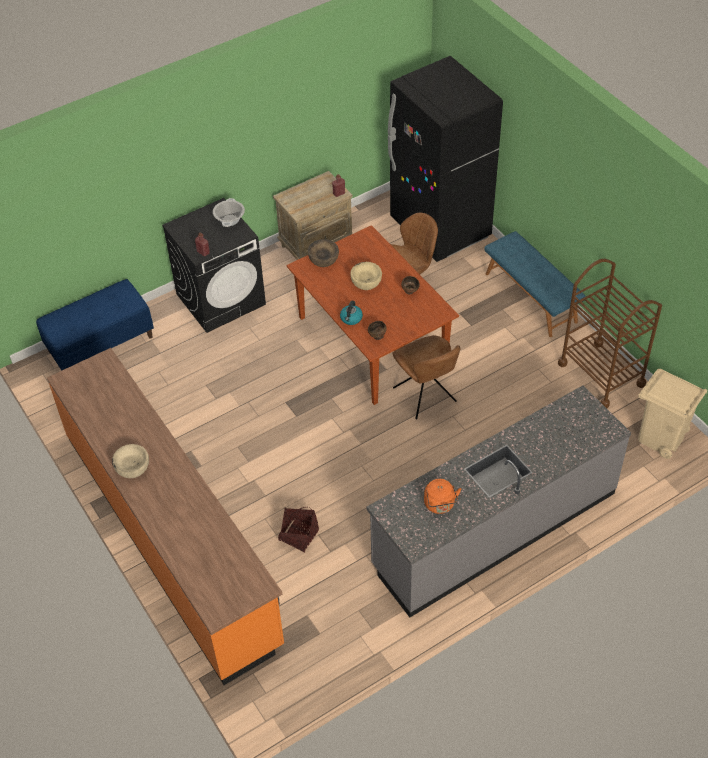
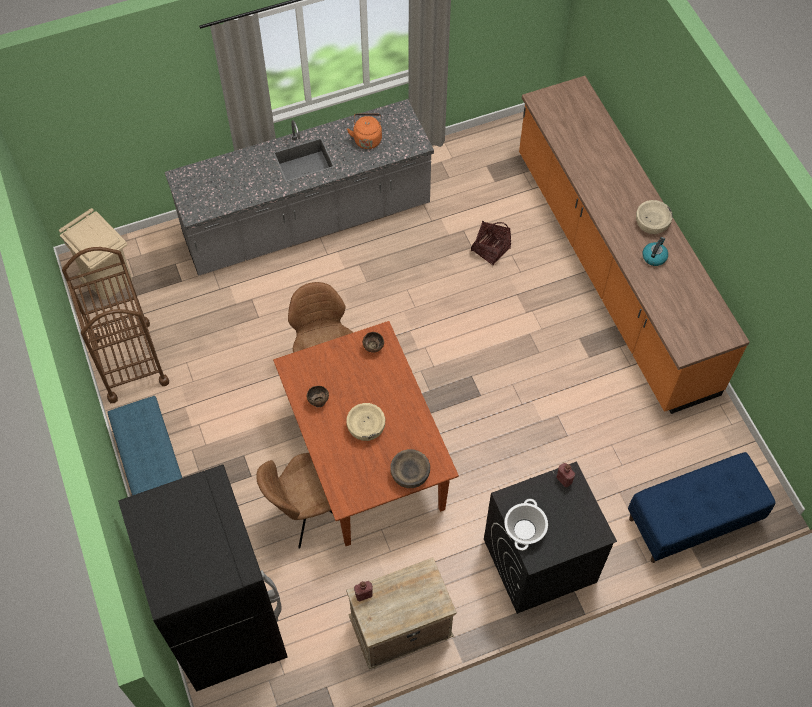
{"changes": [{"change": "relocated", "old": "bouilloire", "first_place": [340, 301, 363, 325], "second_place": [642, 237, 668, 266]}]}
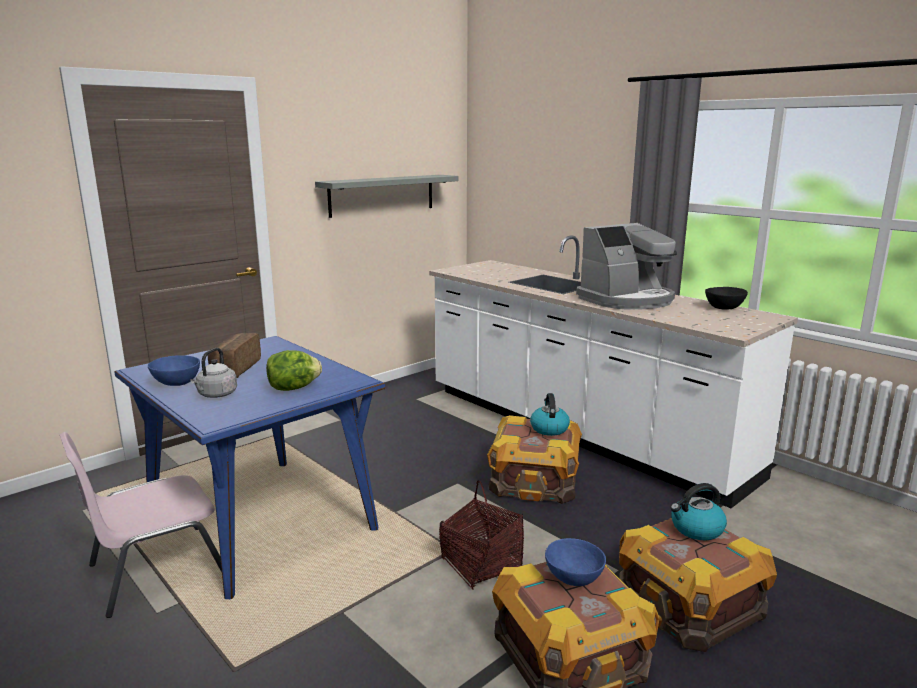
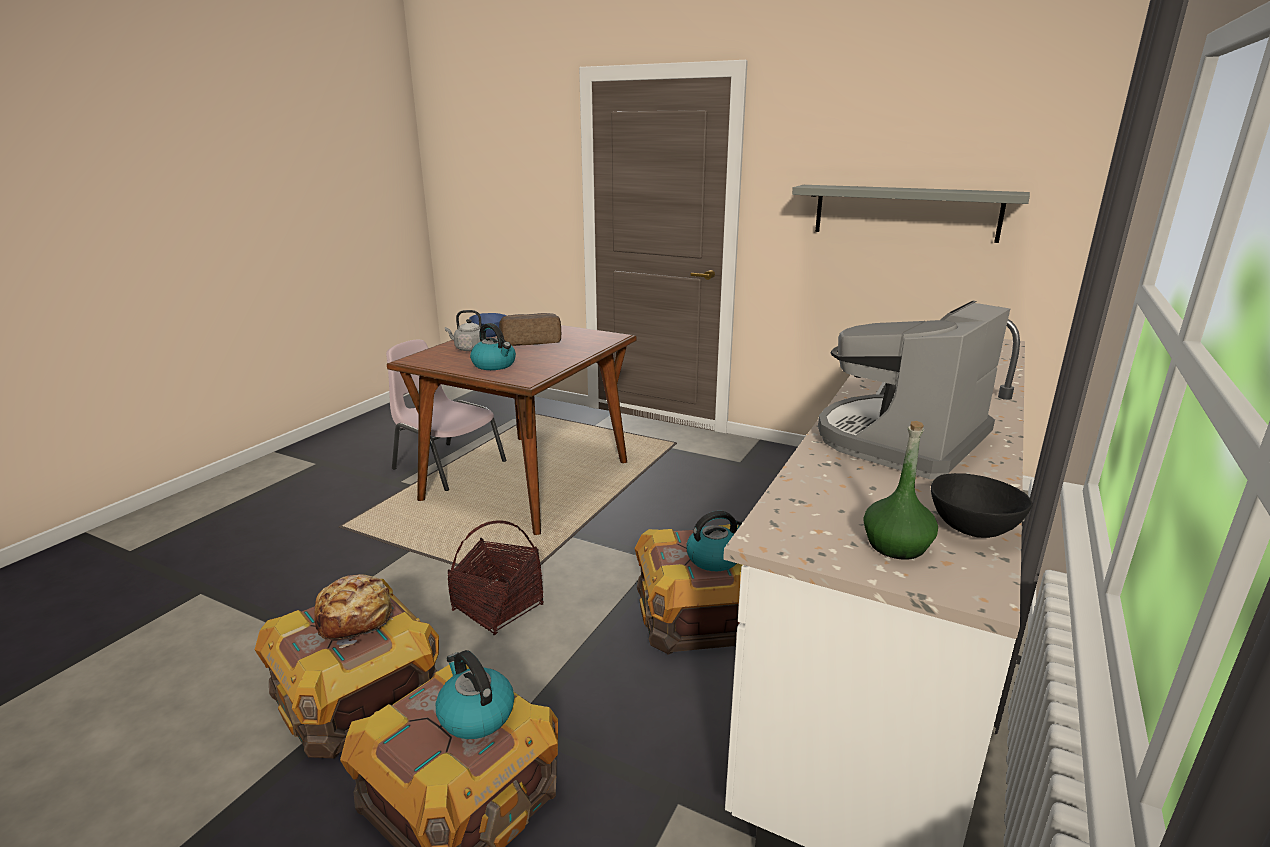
{"changes": [{"change": "spun", "old": "machine à café", "first_place": [576, 223, 677, 310], "second_place": [818, 301, 1010, 479], "degrees": 90}, {"change": "colour", "old": "table à manger [bleu]", "new": "table à manger [marron]", "first_place": [114, 336, 385, 599], "second_place": [387, 325, 636, 535]}, {"change": "exchanged", "old": "laitue", "new": "bouilloire", "first_place": [266, 350, 322, 391], "second_place": [470, 323, 516, 370]}, {"change": "exchanged", "old": "bol [bleu]", "new": "pain", "first_place": [545, 538, 606, 586], "second_place": [314, 574, 393, 648]}, {"change": "appeared", "new": "bouteille [vert]", "second_place": [863, 421, 938, 560]}]}
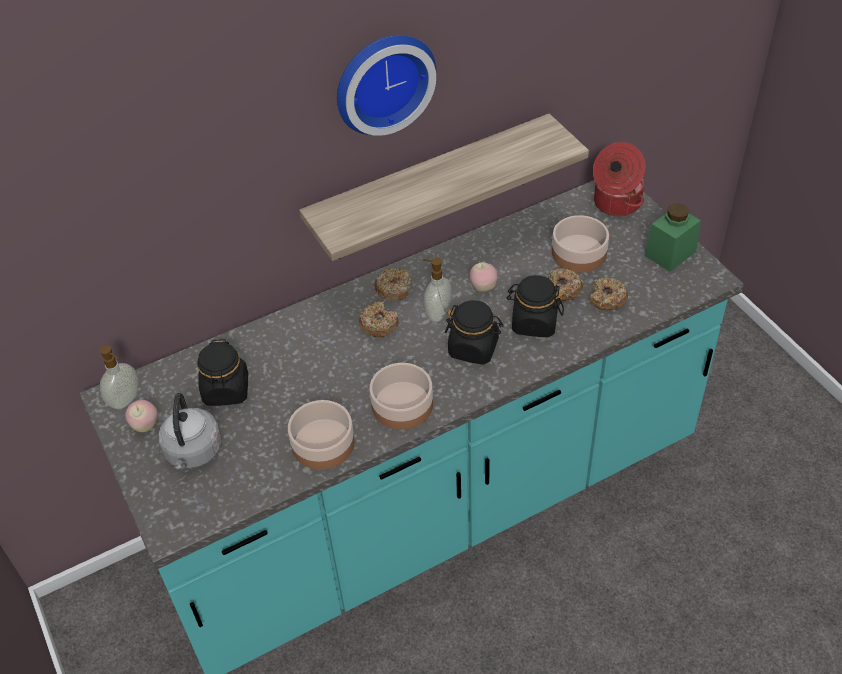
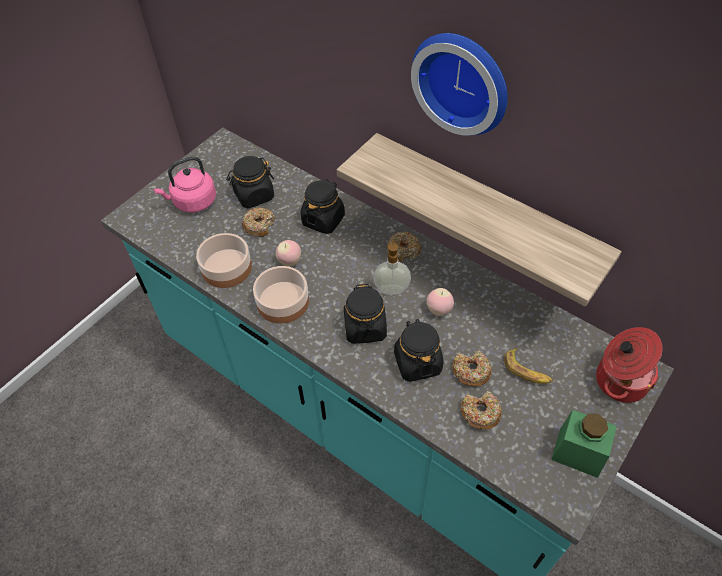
{"changes": [{"change": "exchanged", "old": "bol", "new": "banane", "first_place": [552, 215, 609, 272], "second_place": [504, 348, 553, 384]}, {"change": "relocated", "old": "beignet", "first_place": [359, 301, 399, 337], "second_place": [242, 207, 276, 237]}, {"change": "missing", "old": "distributeur de savon", "first_place": [99, 345, 139, 409]}, {"change": "colour", "old": "bouilloire [gris]", "new": "bouilloire [rose]", "first_place": [158, 393, 222, 469], "second_place": [154, 156, 216, 213]}, {"change": "relocated", "old": "pomme", "first_place": [125, 400, 158, 432], "second_place": [276, 240, 301, 266]}, {"change": "appeared", "new": "bocal [noir]", "second_place": [301, 179, 345, 234]}]}
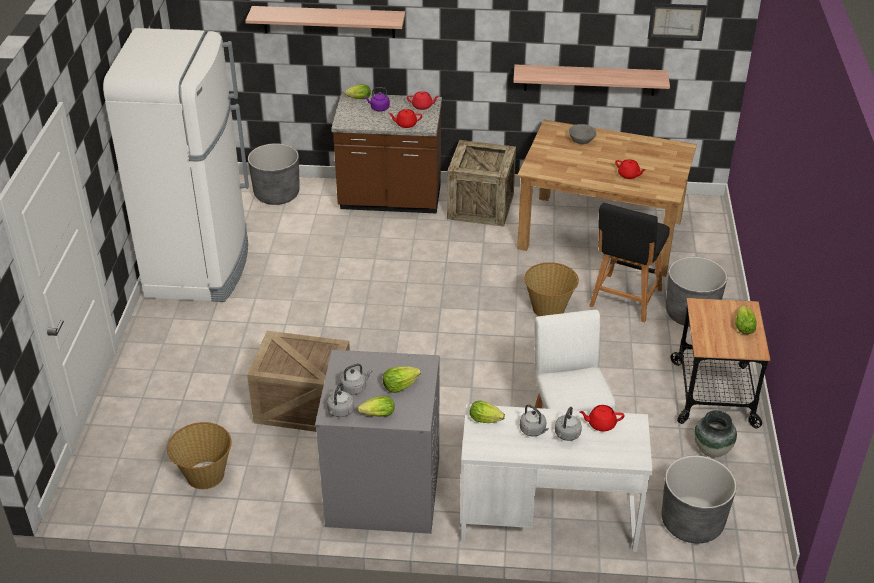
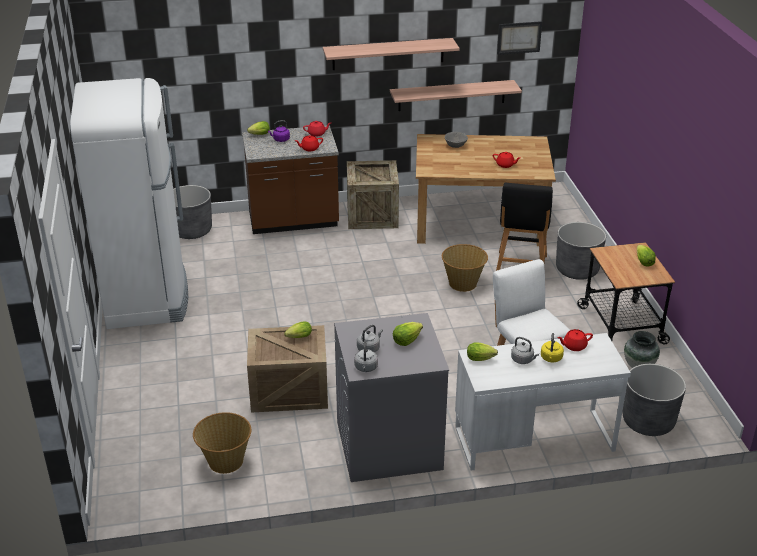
{"changes": [{"change": "relocated", "old": "étagère", "first_place": [245, 6, 405, 38], "second_place": [323, 38, 460, 70]}, {"change": "relocated", "old": "laitue", "first_place": [358, 396, 394, 417], "second_place": [284, 321, 312, 338]}, {"change": "colour", "old": "bouilloire [gris]", "new": "bouilloire [jaune]", "first_place": [555, 407, 582, 441], "second_place": [541, 333, 564, 362]}]}
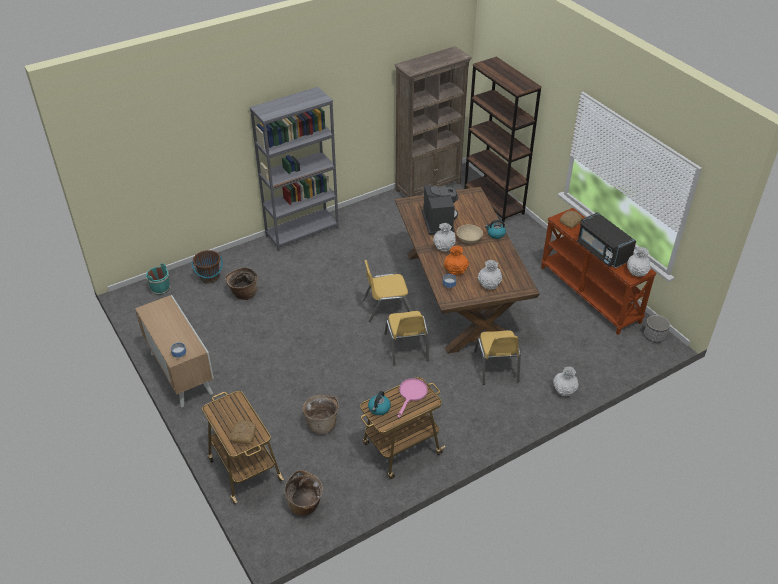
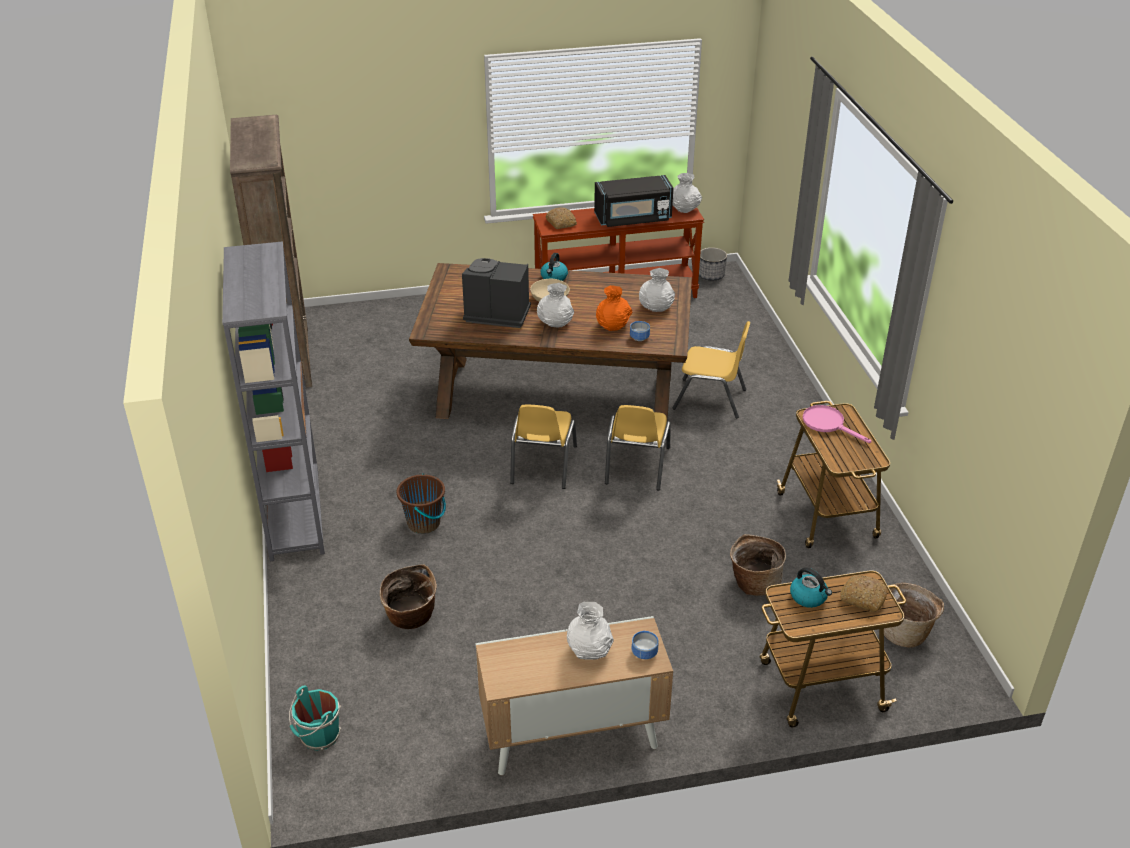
{"changes": [{"change": "missing", "old": "bibliothèque [marron]", "first_place": [464, 56, 542, 222]}, {"change": "relocated", "old": "seau [marron]", "first_place": [191, 250, 223, 284], "second_place": [397, 473, 446, 534]}, {"change": "spun", "old": "chaise [jaune]", "first_place": [385, 311, 429, 366], "second_place": [605, 405, 671, 491], "degrees": 90}, {"change": "relocated", "old": "vase [blanc]", "first_place": [553, 366, 579, 396], "second_place": [567, 602, 614, 660]}, {"change": "relocated", "old": "bouilloire", "first_place": [368, 391, 391, 415], "second_place": [790, 567, 832, 608]}]}
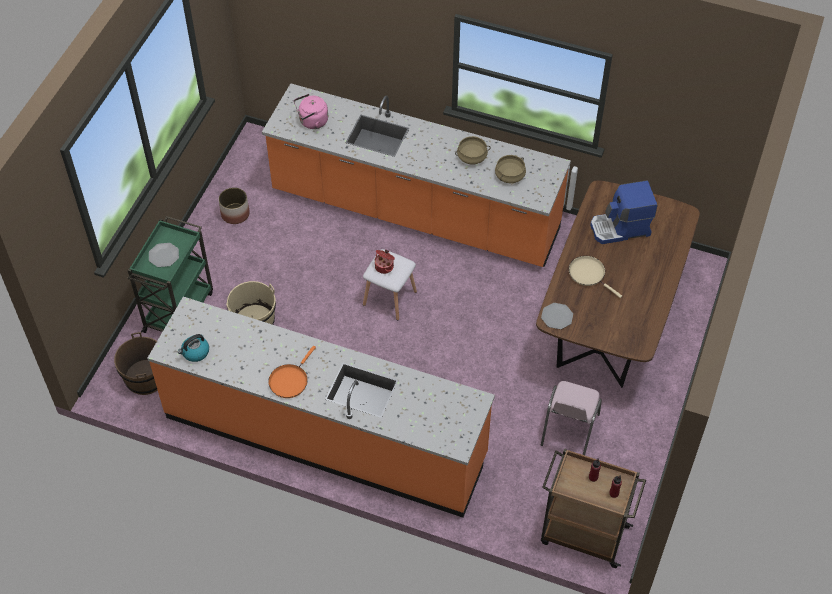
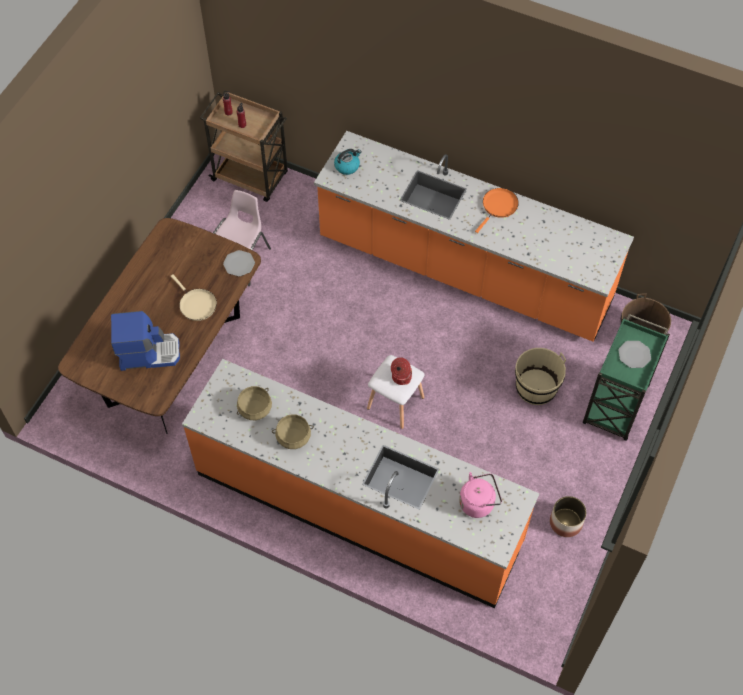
{"changes": [{"change": "relocated", "old": "bouilloire", "first_place": [178, 334, 209, 362], "second_place": [334, 149, 362, 175]}]}
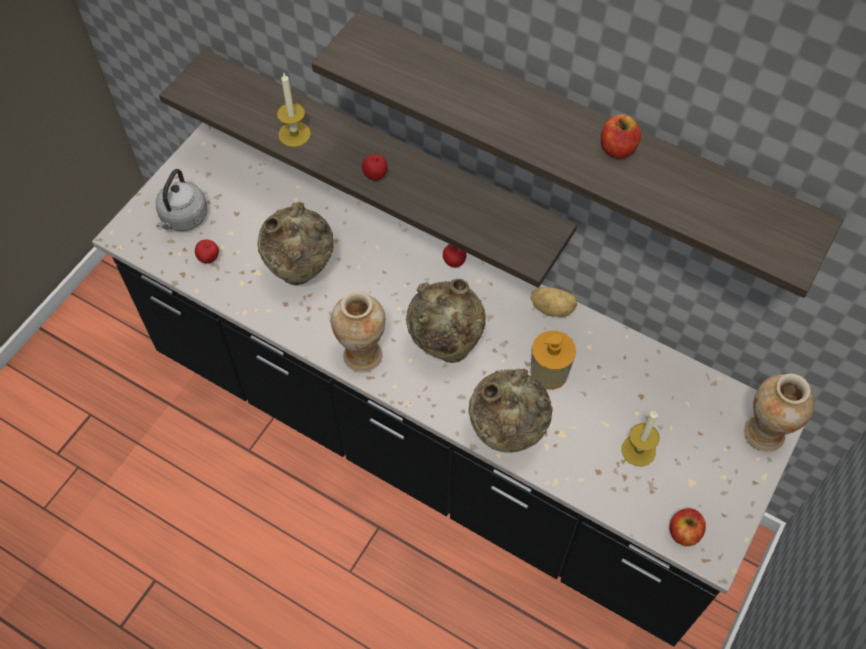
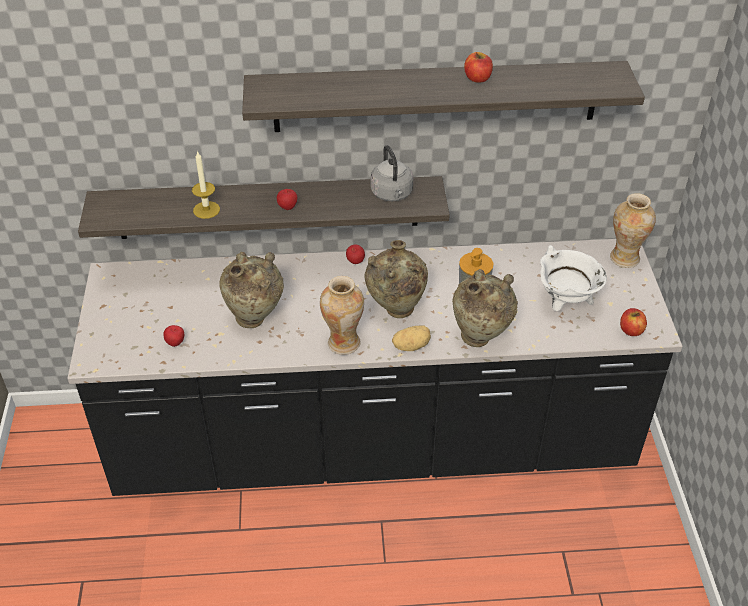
{"changes": [{"change": "relocated", "old": "bouilloire [gris]", "first_place": [156, 169, 208, 231], "second_place": [371, 145, 413, 201]}, {"change": "relocated", "old": "pomme de terre", "first_place": [531, 287, 577, 317], "second_place": [392, 326, 431, 351]}, {"change": "exchanged", "old": "bougie", "new": "marmite [blanc]", "first_place": [622, 410, 660, 466], "second_place": [540, 245, 607, 311]}]}
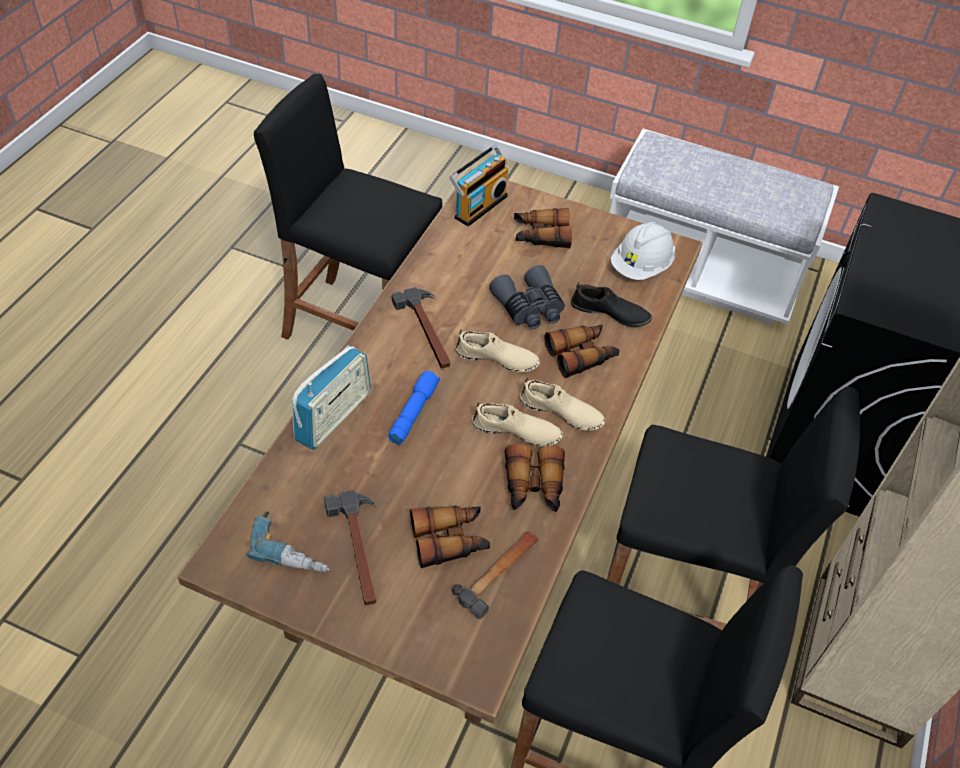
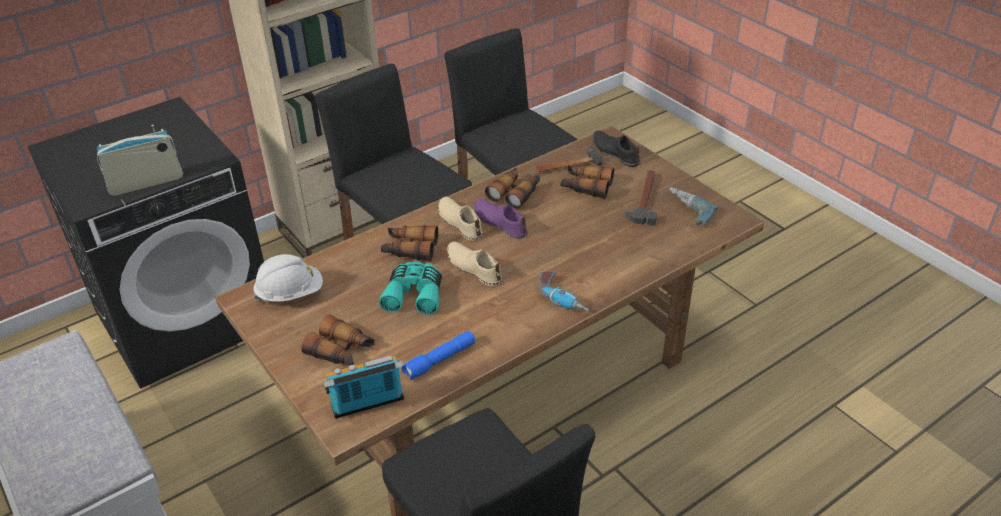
{"changes": [{"change": "colour", "old": "jumelles [gris]", "new": "jumelles [turquoise]", "first_place": [489, 265, 565, 329], "second_place": [379, 261, 442, 315]}, {"change": "relocated", "old": "chaussure [noir]", "first_place": [571, 282, 652, 327], "second_place": [593, 131, 640, 167]}, {"change": "missing", "old": "marteau", "first_place": [392, 287, 450, 369]}, {"change": "relocated", "old": "radio", "first_place": [292, 345, 371, 450], "second_place": [97, 125, 183, 196]}, {"change": "relocated", "old": "lampe de poche [bleu]", "first_place": [388, 371, 440, 445], "second_place": [401, 331, 475, 380]}, {"change": "colour", "old": "chaussure [beige]", "new": "chaussure [violet]", "first_place": [472, 402, 563, 447], "second_place": [474, 199, 527, 239]}, {"change": "appeared", "new": "perceuse", "second_place": [539, 271, 589, 311]}]}
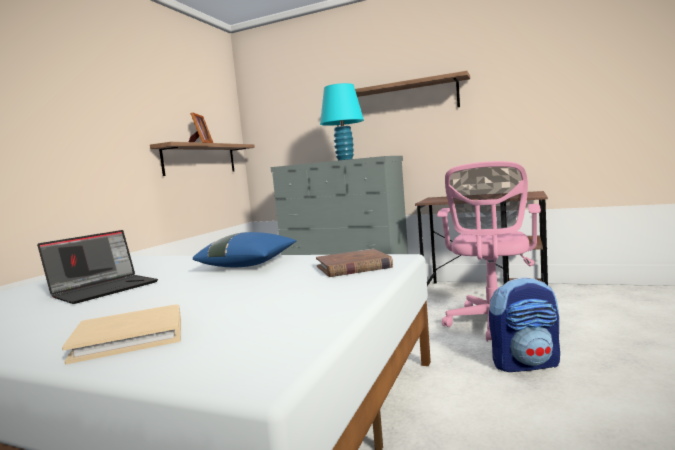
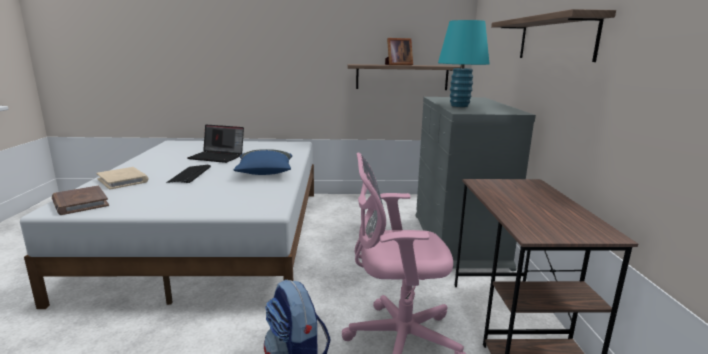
{"changes": [{"change": "relocated", "old": "livre [marron]", "first_place": [316, 249, 393, 277], "second_place": [52, 186, 109, 215]}, {"change": "appeared", "new": "clavier", "second_place": [167, 165, 211, 183]}]}
